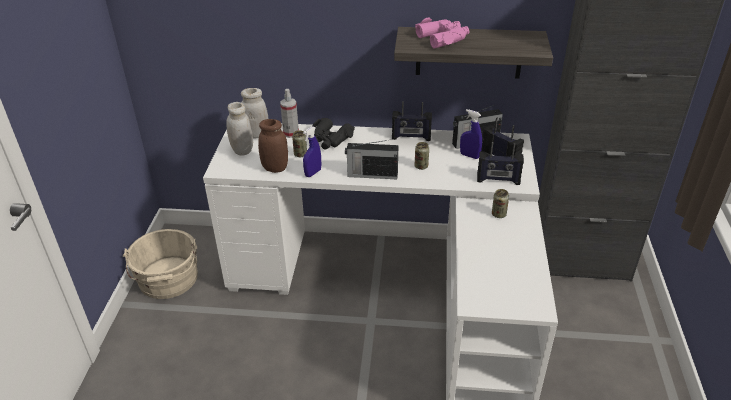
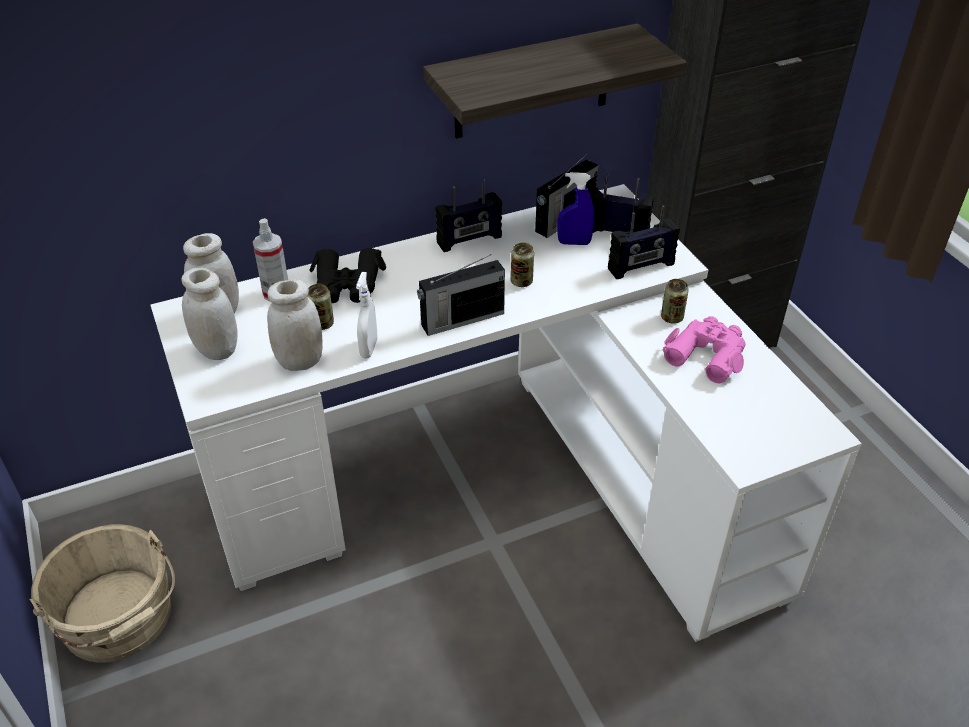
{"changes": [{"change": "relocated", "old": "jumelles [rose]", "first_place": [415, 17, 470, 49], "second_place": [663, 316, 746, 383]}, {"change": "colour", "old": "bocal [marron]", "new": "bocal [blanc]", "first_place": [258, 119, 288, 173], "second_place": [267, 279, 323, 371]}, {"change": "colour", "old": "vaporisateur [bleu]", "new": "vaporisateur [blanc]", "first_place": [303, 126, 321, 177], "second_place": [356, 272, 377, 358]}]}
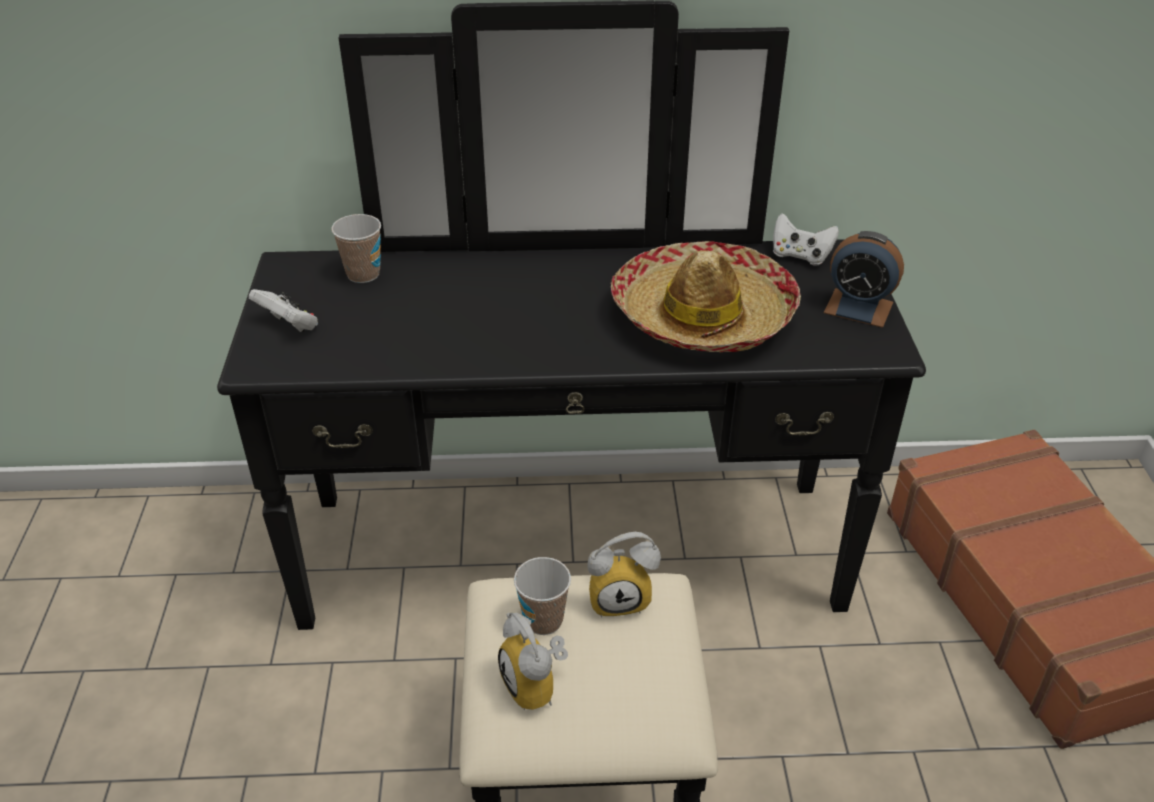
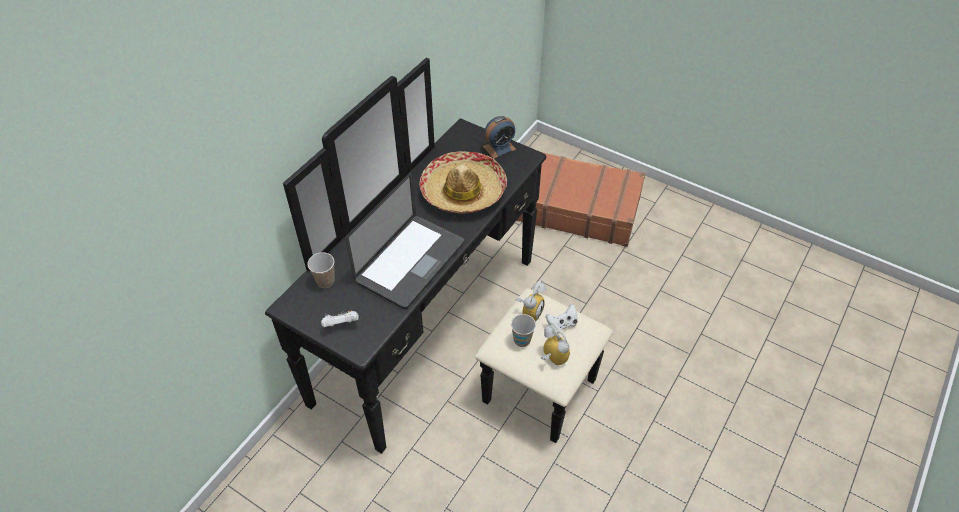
{"changes": [{"change": "relocated", "old": "manette [blanc]", "first_place": [773, 213, 839, 265], "second_place": [546, 304, 577, 334]}, {"change": "spun", "old": "réveil", "first_place": [498, 612, 568, 710], "second_place": [541, 323, 570, 365], "degrees": -135}, {"change": "appeared", "new": "ordinateur portable", "second_place": [345, 173, 464, 309]}]}
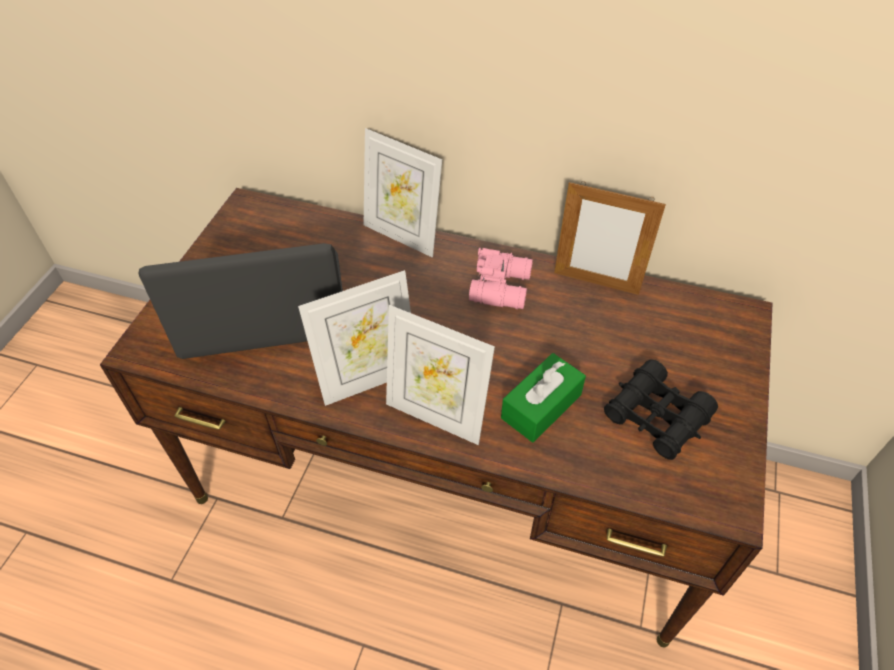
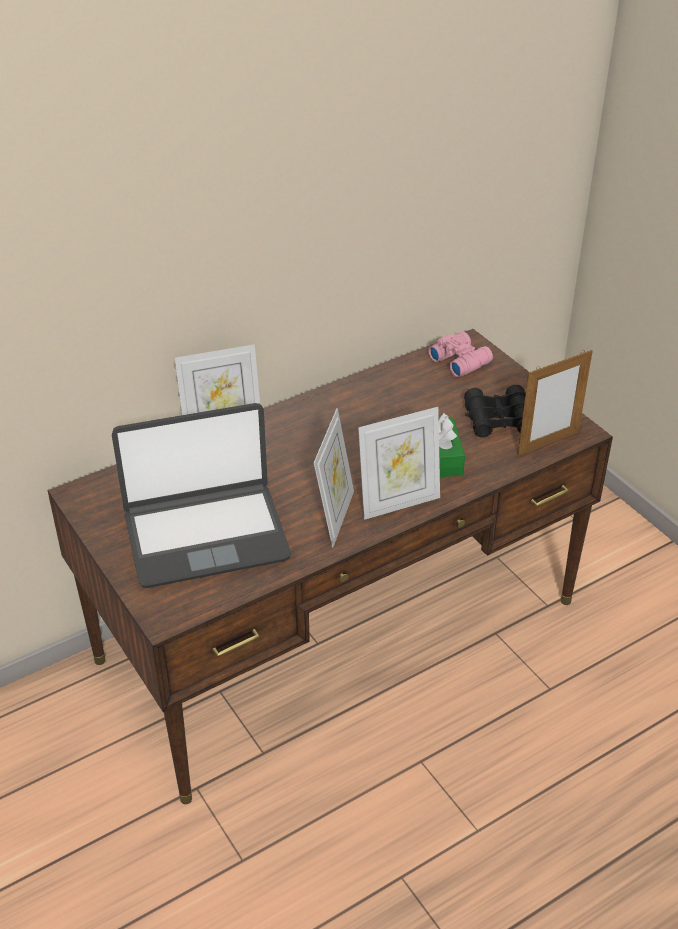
{"changes": [{"change": "relocated", "old": "cadre photo", "first_place": [554, 181, 666, 295], "second_place": [518, 350, 593, 456]}, {"change": "spun", "old": "ordinateur portable", "first_place": [138, 243, 343, 359], "second_place": [112, 403, 291, 588], "degrees": -135}, {"change": "relocated", "old": "jumelles [rose]", "first_place": [469, 248, 533, 309], "second_place": [428, 332, 493, 377]}]}
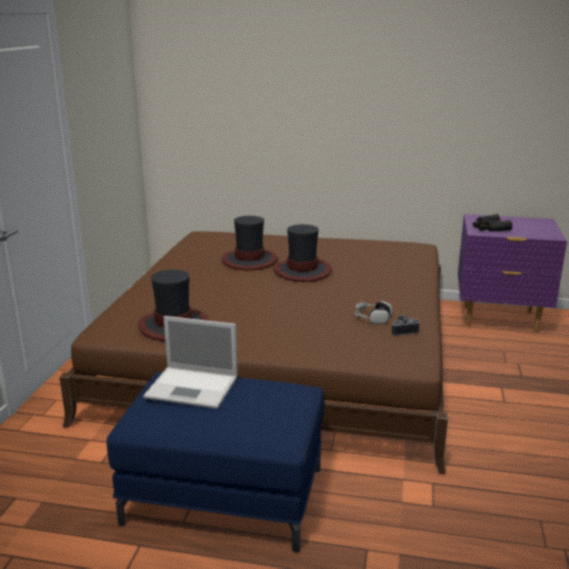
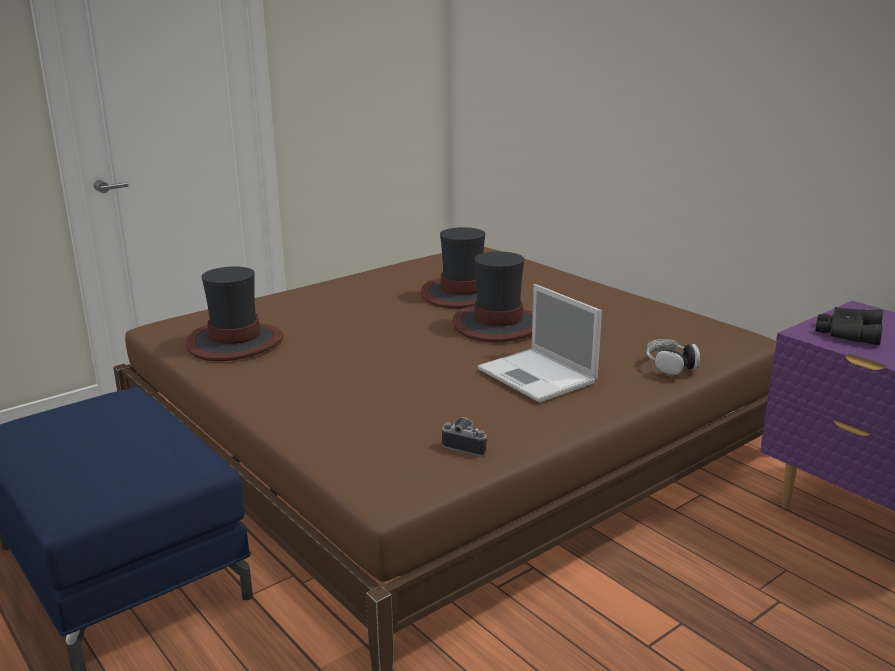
{"changes": [{"change": "relocated", "old": "casque audio", "first_place": [355, 301, 393, 324], "second_place": [646, 339, 700, 375]}, {"change": "relocated", "old": "ordinateur portable", "first_place": [143, 316, 238, 409], "second_place": [477, 284, 602, 403]}]}
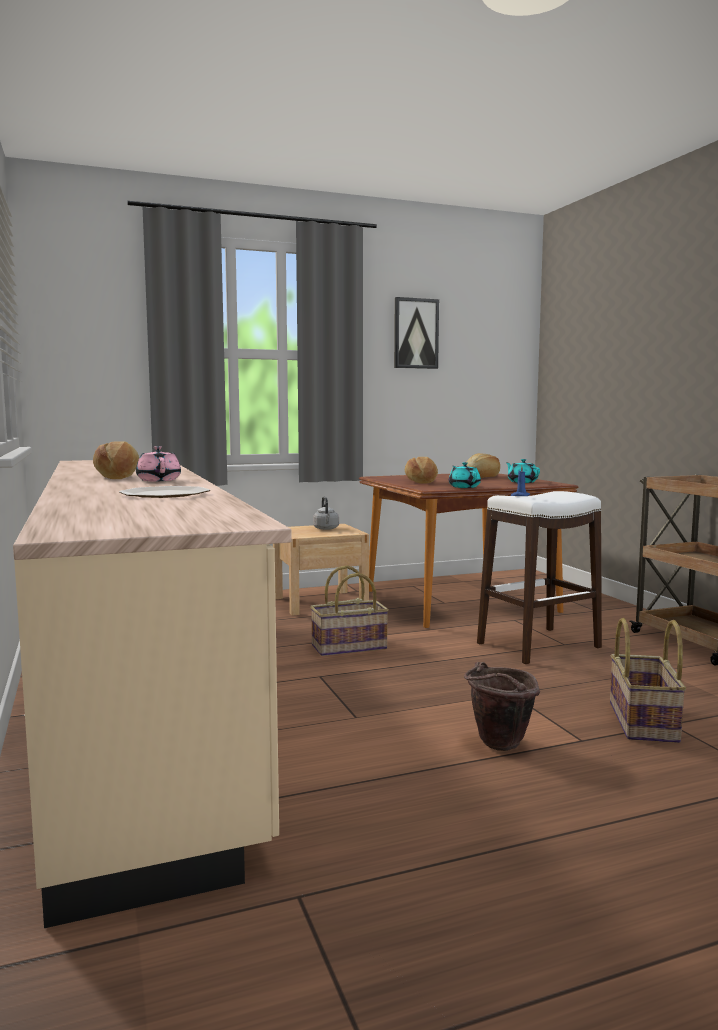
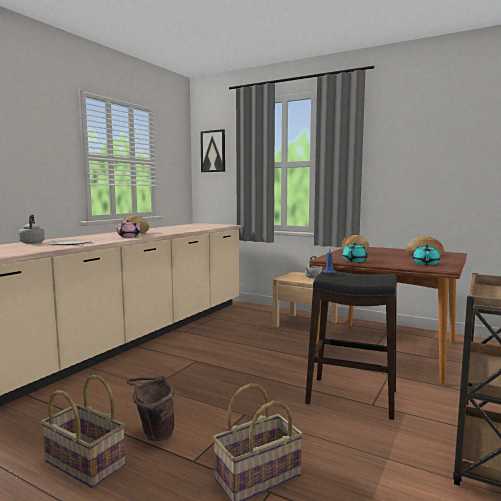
{"changes": [{"change": "relocated", "old": "tableau", "first_place": [394, 297, 439, 369], "second_place": [200, 129, 225, 172]}, {"change": "colour", "old": "tabouret [blanc]", "new": "tabouret [noir]", "first_place": [477, 491, 602, 664], "second_place": [305, 271, 397, 420]}, {"change": "relocated", "old": "panier", "first_place": [310, 565, 389, 656], "second_place": [41, 375, 125, 488]}, {"change": "appeared", "new": "bouilloire [gris]", "second_place": [19, 214, 45, 244]}]}
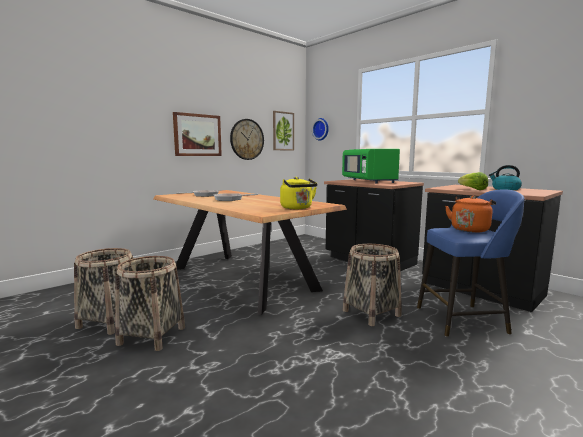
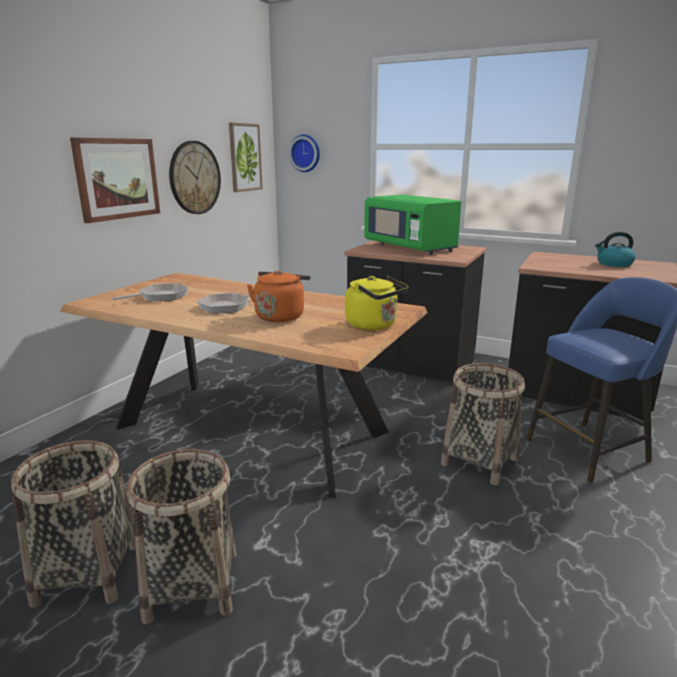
{"changes": [{"change": "missing", "old": "laitue", "first_place": [458, 172, 488, 190]}, {"change": "relocated", "old": "bouilloire [orange]", "first_place": [445, 196, 496, 233], "second_place": [247, 270, 310, 322]}]}
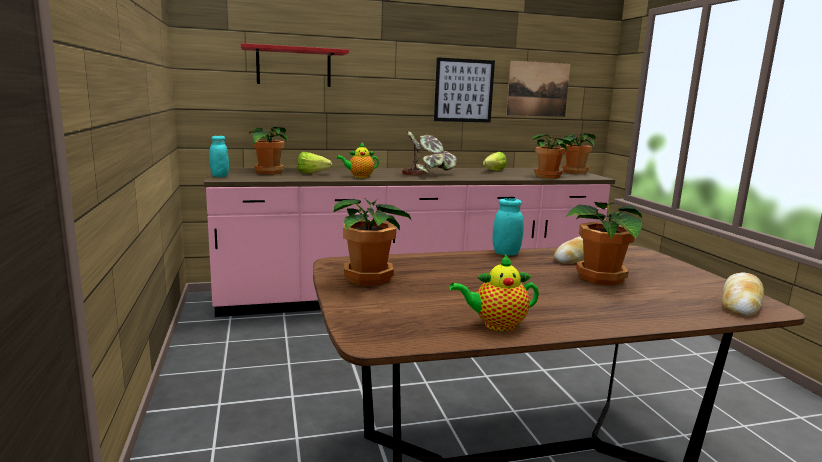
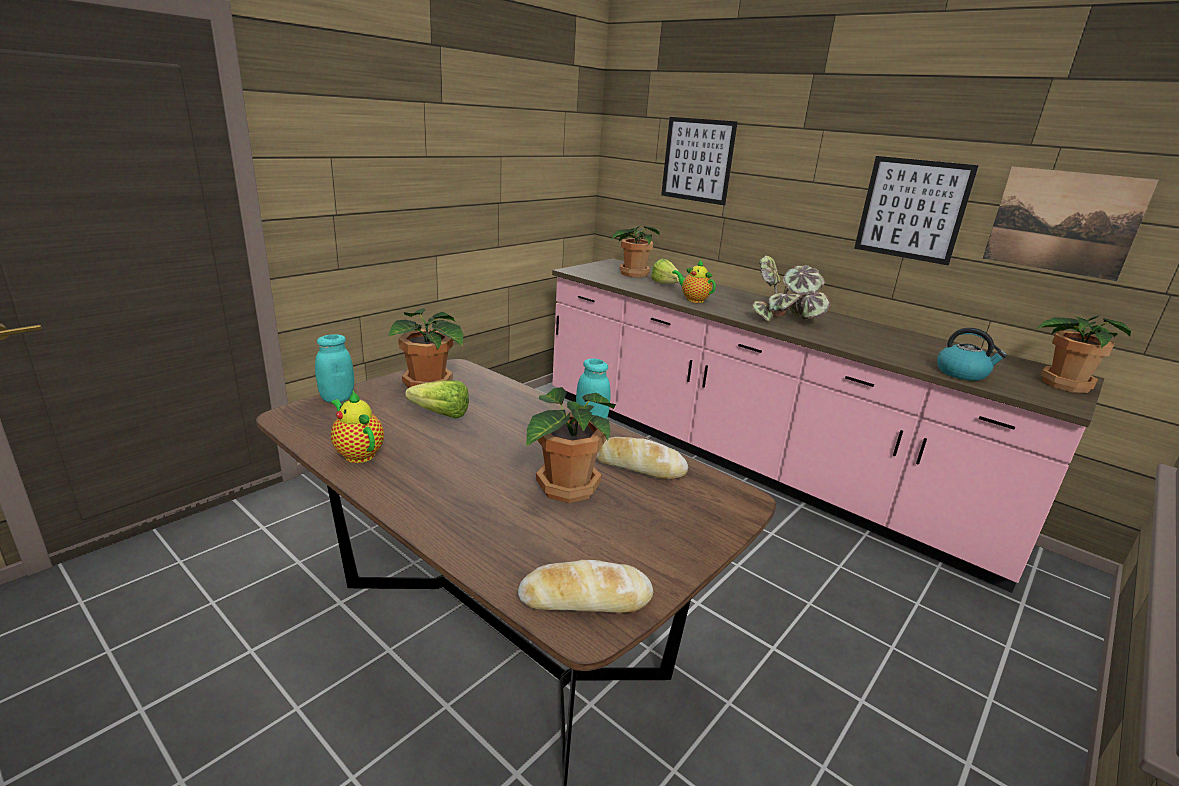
{"changes": [{"change": "exchanged", "old": "étagère [rouge]", "new": "tableau", "first_place": [241, 43, 349, 87], "second_place": [661, 117, 737, 205]}, {"change": "exchanged", "old": "plante en pot", "new": "bouilloire", "first_place": [532, 134, 572, 179], "second_place": [937, 328, 1007, 381]}, {"change": "relocated", "old": "bocal [turquoise]", "first_place": [209, 136, 229, 177], "second_place": [315, 334, 354, 403]}, {"change": "relocated", "old": "laitue", "first_place": [483, 152, 507, 171], "second_place": [405, 380, 469, 419]}]}
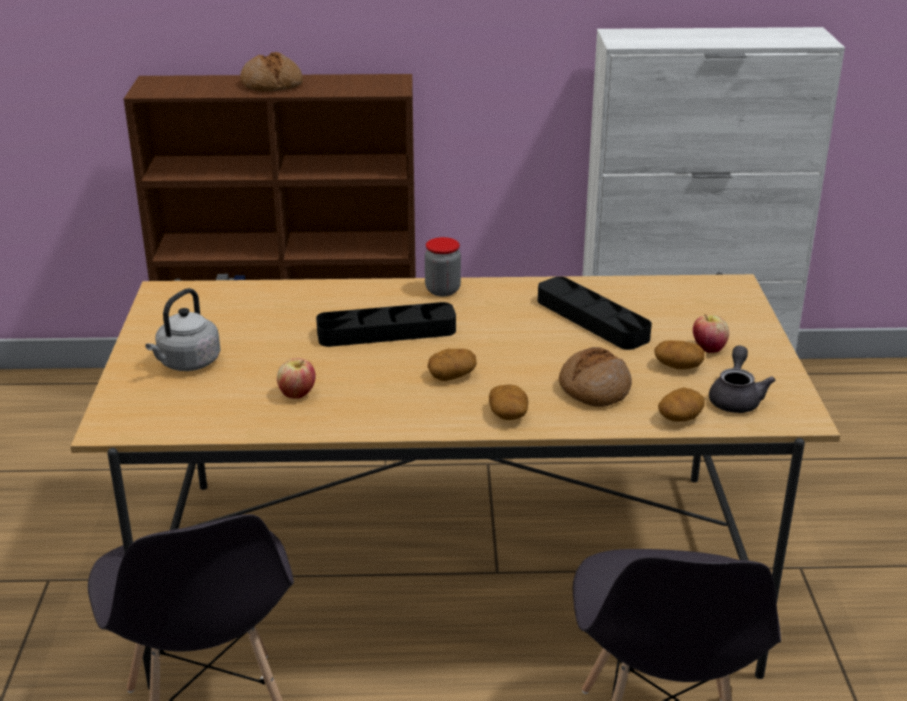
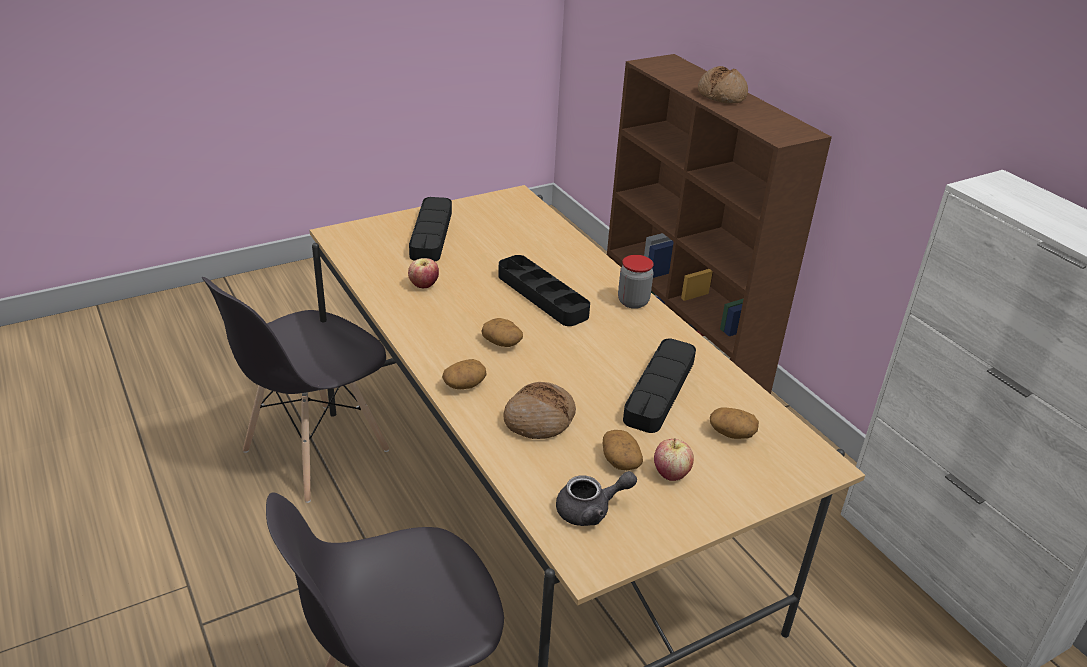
{"changes": [{"change": "exchanged", "old": "bouilloire [gris]", "new": "plateau [noir]", "first_place": [145, 288, 221, 371], "second_place": [409, 197, 452, 261]}, {"change": "relocated", "old": "pomme de terre", "first_place": [658, 388, 705, 422], "second_place": [710, 407, 759, 439]}]}
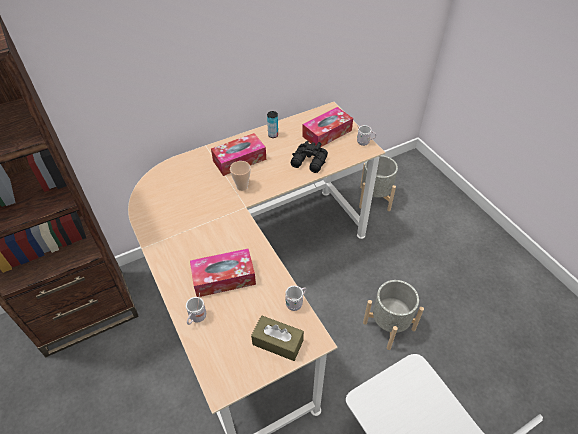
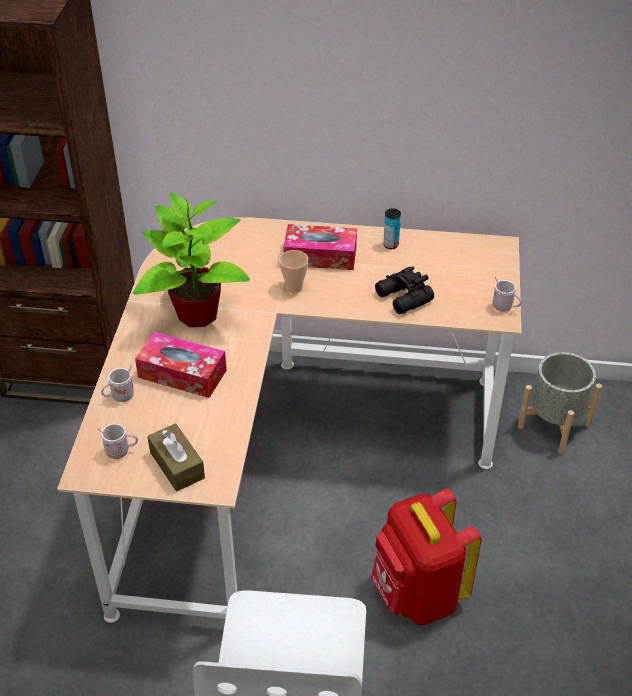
{"changes": [{"change": "missing", "old": "boîte à mouchoirs", "first_place": [302, 107, 353, 147]}, {"change": "exchanged", "old": "cache-pot [gris]", "new": "sac à dos [rouge]", "first_place": [363, 280, 424, 350], "second_place": [371, 489, 481, 625]}, {"change": "relocated", "old": "mug [blanc]", "first_place": [285, 285, 306, 311], "second_place": [97, 423, 138, 459]}, {"change": "appeared", "new": "plante en pot", "second_place": [133, 192, 250, 327]}]}
